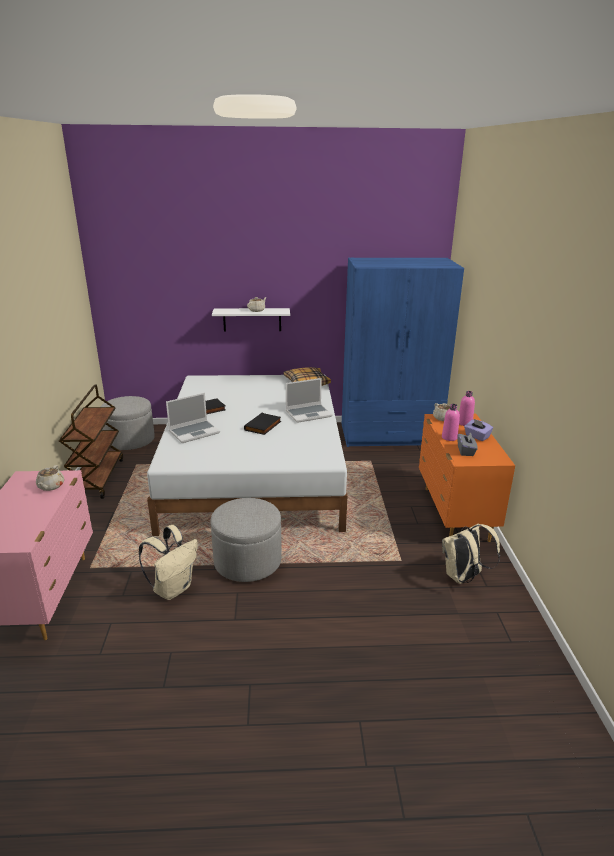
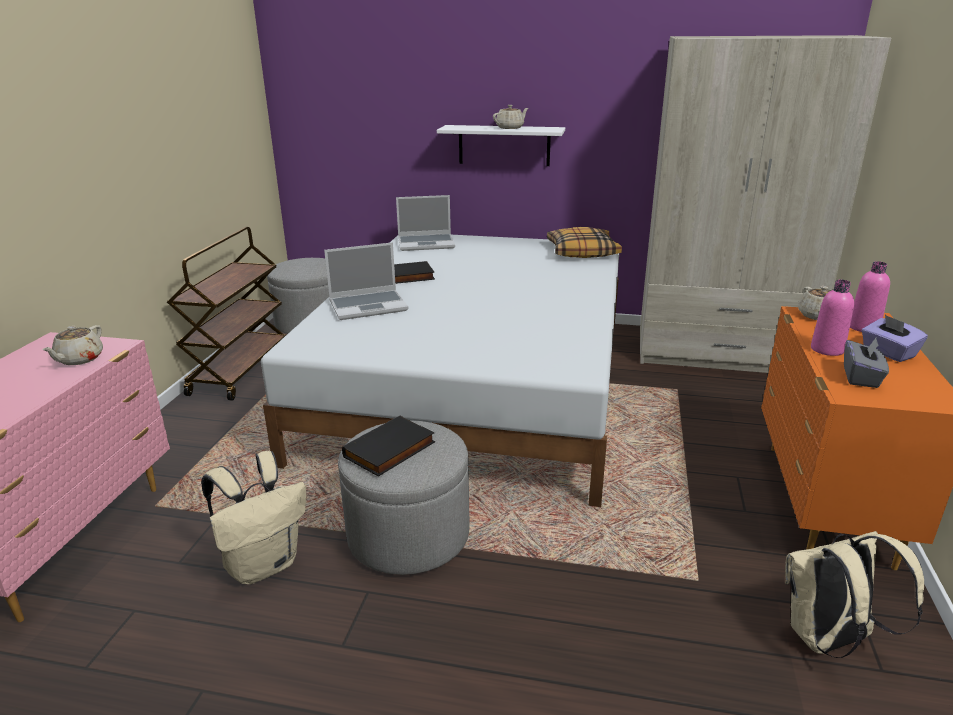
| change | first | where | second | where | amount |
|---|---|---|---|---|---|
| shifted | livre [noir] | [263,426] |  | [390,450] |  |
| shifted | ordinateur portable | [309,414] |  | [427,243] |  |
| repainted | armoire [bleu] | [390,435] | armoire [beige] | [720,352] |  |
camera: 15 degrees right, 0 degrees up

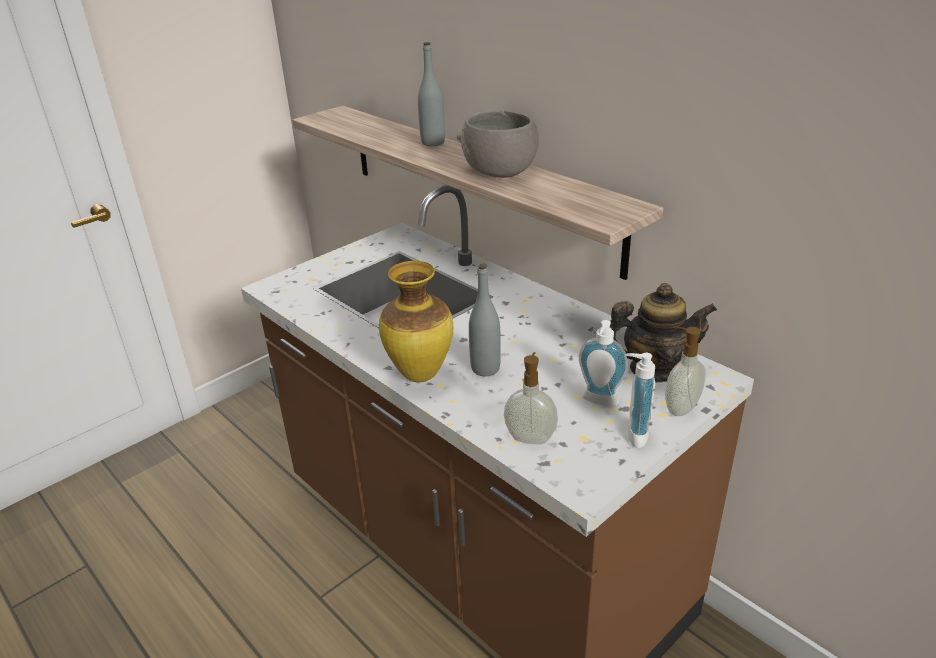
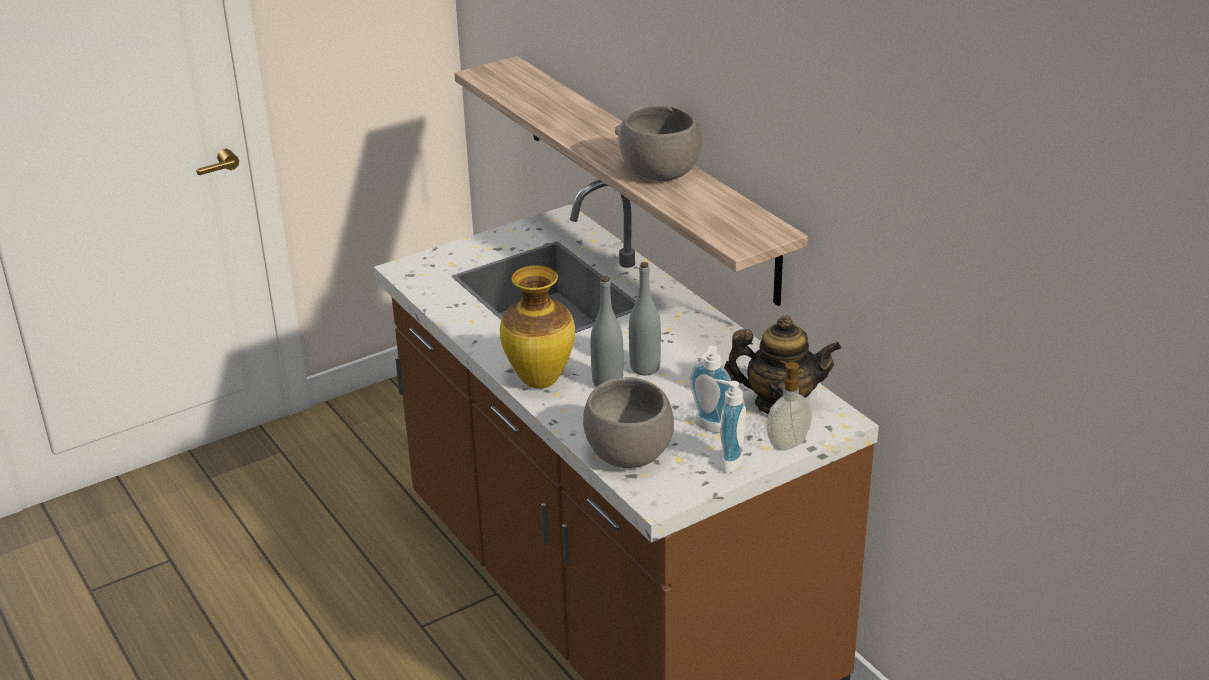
| change | first | where | second | where | amount |
|---|---|---|---|---|---|
| shifted | bouteille [gris] | [433,142] |  | [645,368] |  |
| swapped | distributeur de savon | [530,437] | bol [gris] | [627,452] |  |
camera: 10 degrees right, 0 degrees up

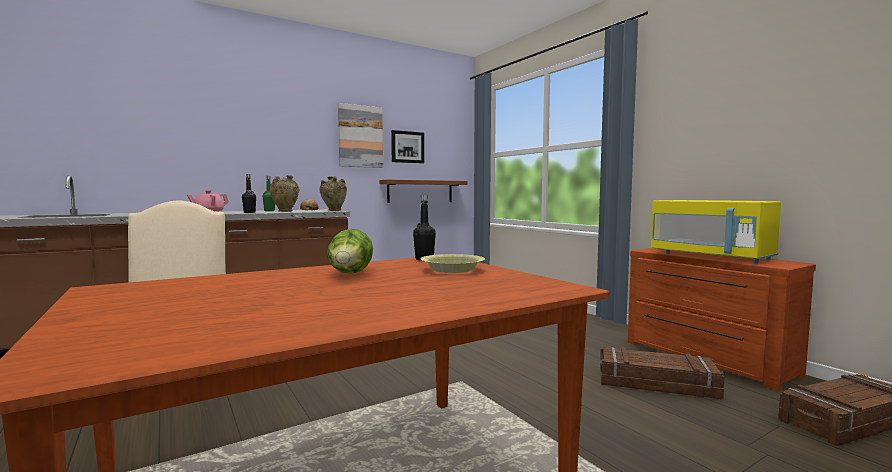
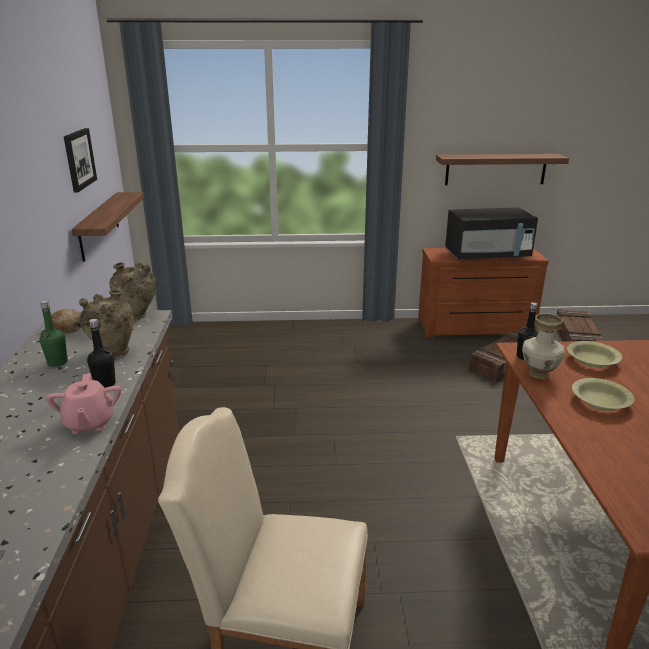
| change | first | where | second | where | amount |
|---|---|---|---|---|---|
| swapped | laitue | [350,274] | bol [jaune] | [600,401] |  |
| gone | tableau | [360,136] |  |  |  |
| repainted | micro-ondes [jaune] | [711,256] | micro-ondes [noir] | [487,255] |  |
| new |  |  | étagère | [495,169] |  |
| new |  |  | vase | [538,374] |  |
camera: 60 degrees left, 20 degrees up

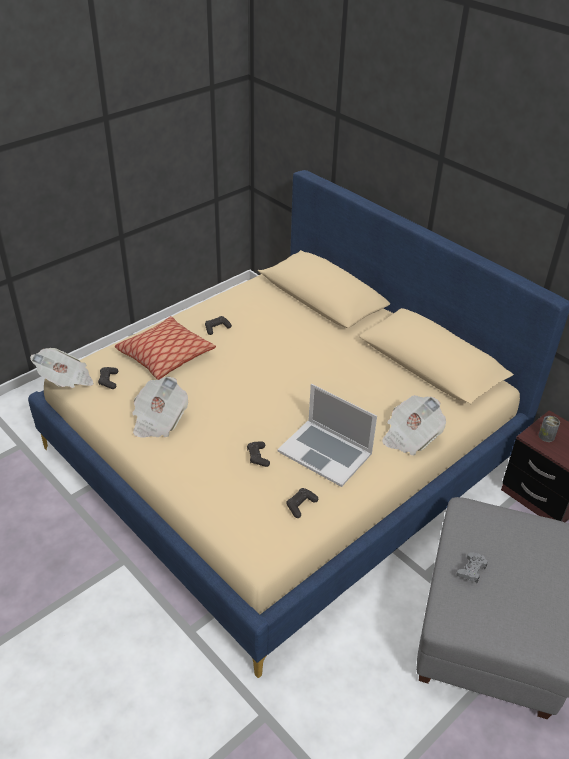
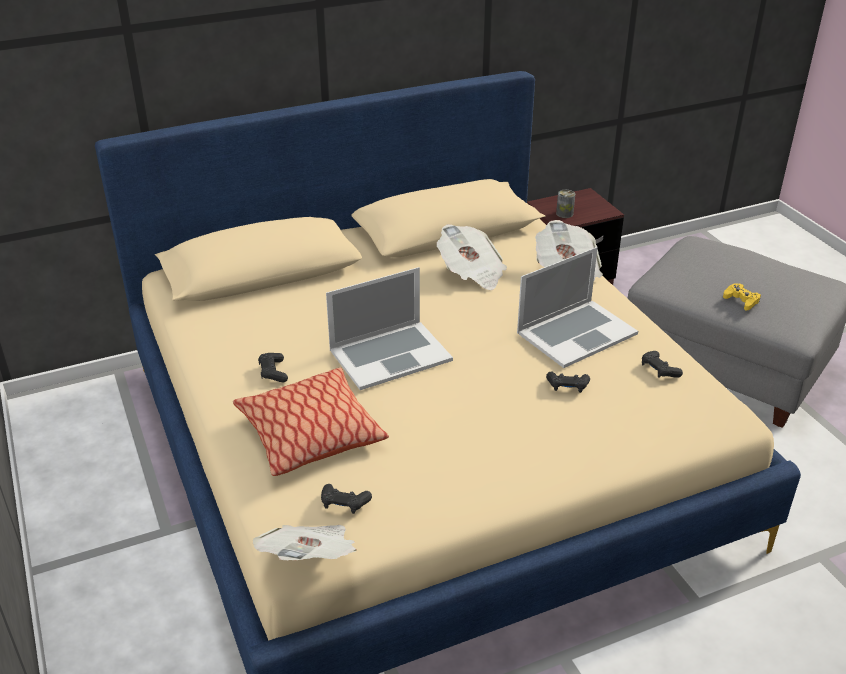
| change | first | where | second | where | amount |
|---|---|---|---|---|---|
| shifted | journal | [158,420] |  | [472,273] |  |
| repainted | manette [gris] | [471,570] | manette [jaune] | [741,300] |  |
| new |  |  | ordinateur portable | [390,354] |  |
camera: 70 degrees left, 5 degrees down

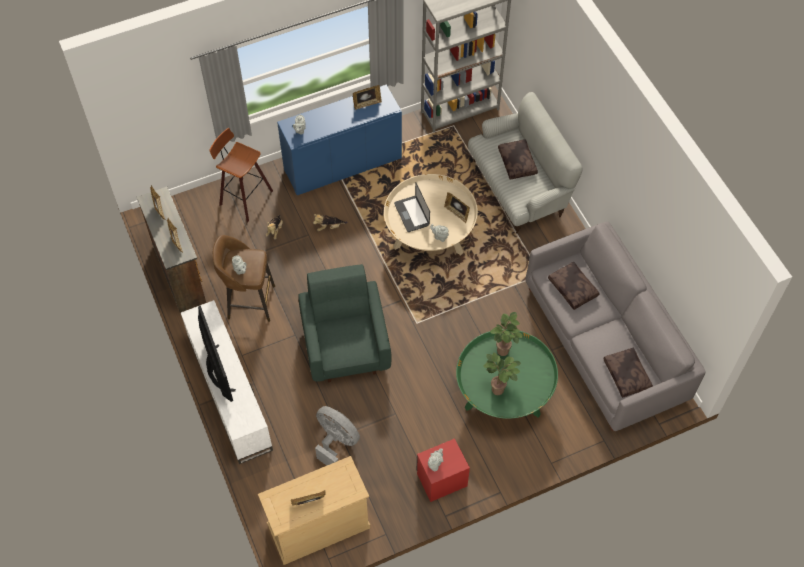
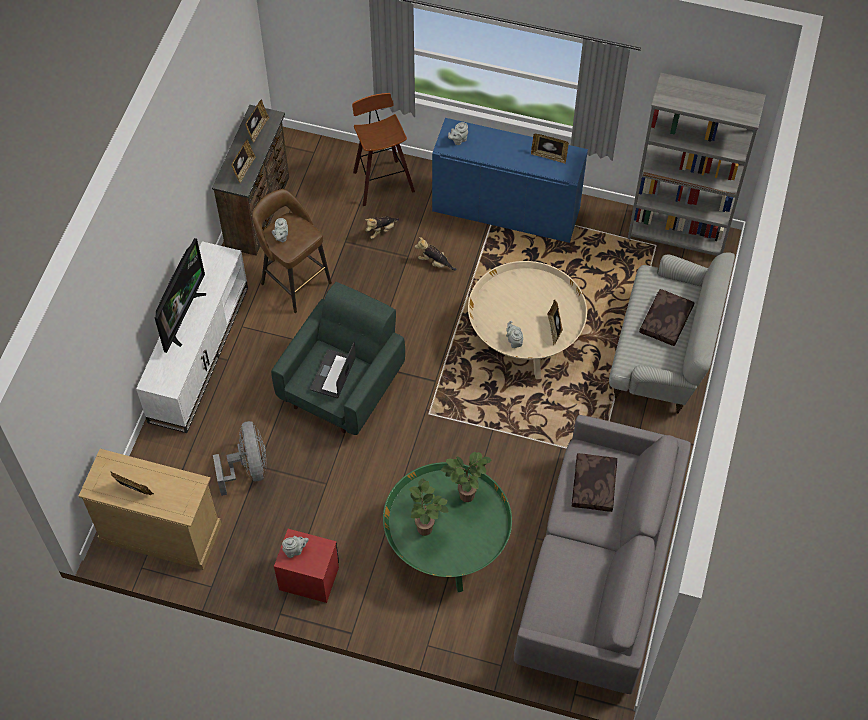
| change | first | where | second | where | amount |
|---|---|---|---|---|---|
| shifted | ordinateur portable | [411,214] |  | [333,374] |  |
| gone | coussin [marron] | [627,375] |  |  |  |
camera: 40 degrees right, 0 degrees up

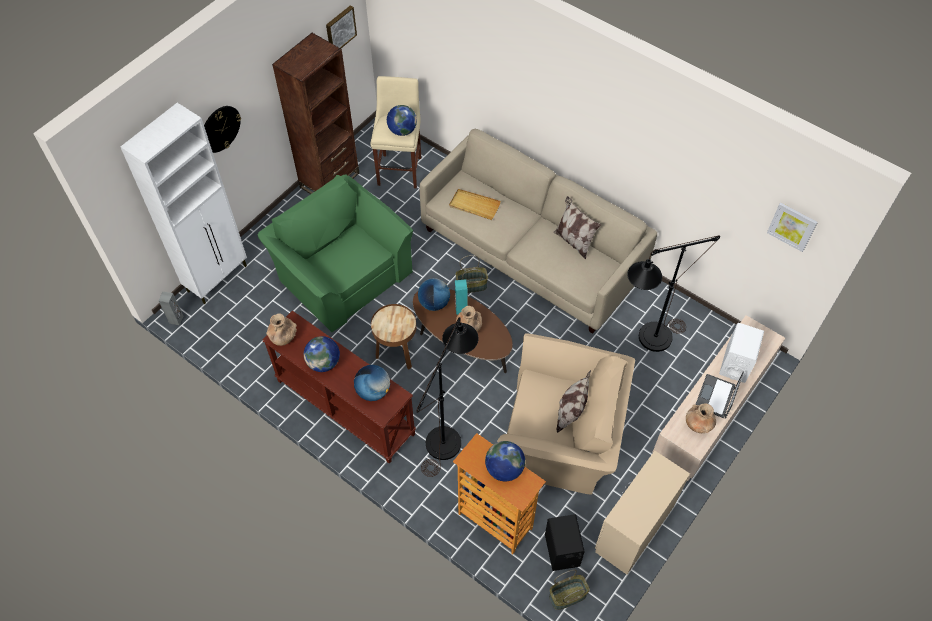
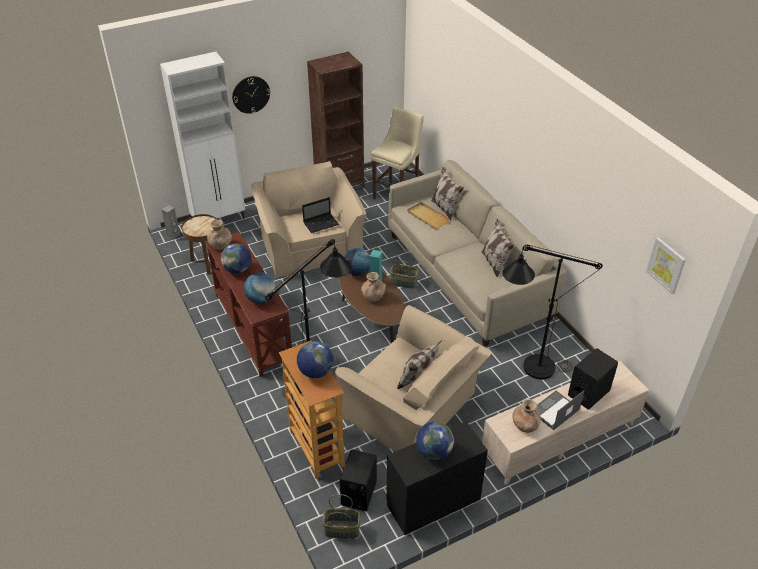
| change | first | where | second | where | amount |
|---|---|---|---|---|---|
| repainted | fauteuil [vert] | [341,272] | fauteuil [beige] | [309,243] |  |
| gone | tableau | [340,29] |  |  |  |
| shifted | table d'appoint [marron] | [397,354] |  | [207,263] |  |
| shifted | globe | [402,130] |  | [434,451] |  |
| repainted | commode [beige] | [633,528] | commode [noir] | [432,501] |  |
| repainted | enceinte [blanc] | [736,364] | enceinte [noir] | [588,393] |  |
| new |  |  | ordinateur portable | [321,223] |  |
| new |  |  | coussin | [445,208] |  |
camera: 25 degrees right, 15 degrees down

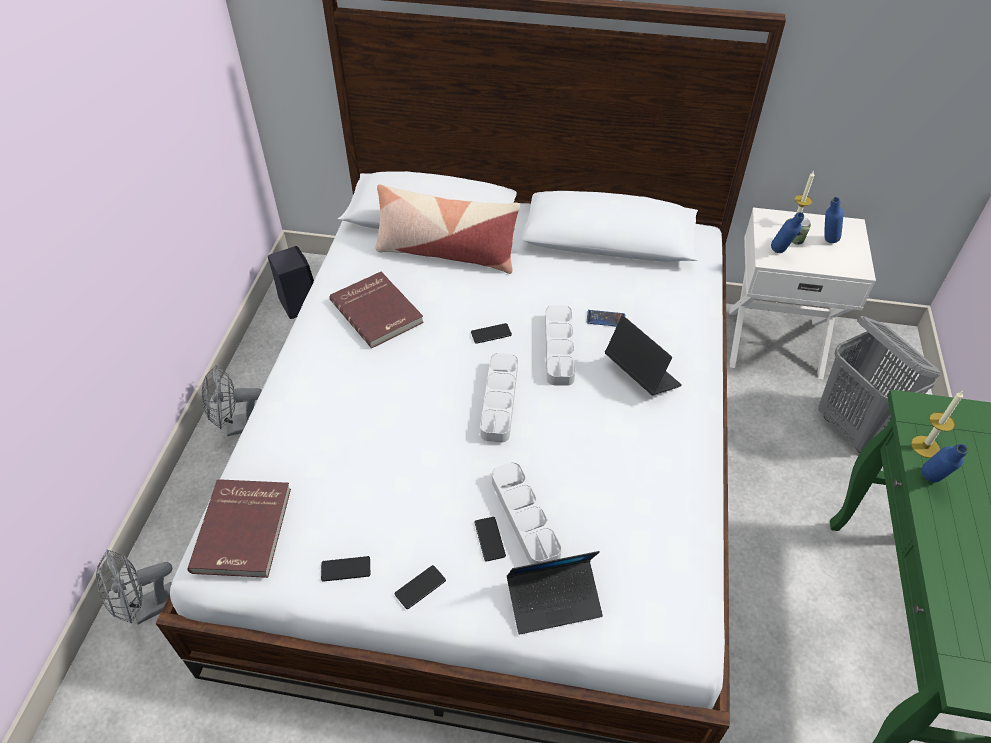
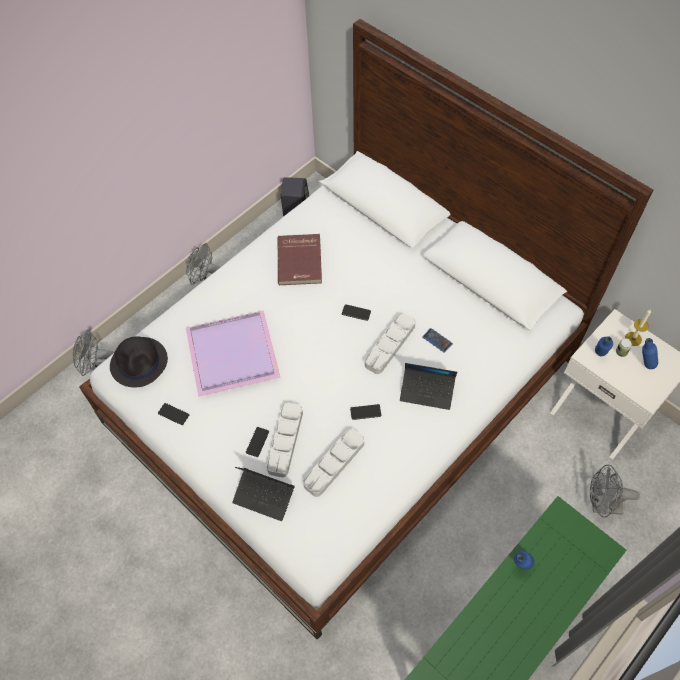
| change | first | where | second | where | amount |
|---|---|---|---|---|---|
| swapped | livre [rouge] | [244,530] | chapeau [noir] | [139,362] |  |
| gone | coussin | [446,252] |  |  |  |
| shifted | téléphone | [420,587] |  | [365,412] |  |
| shifted | plateau [gris] | [499,400] |  | [334,464] |  |
| rotated | ordinateur portable | [641,374] |  | [427,391] | 105 degrees clockwise |
| swapped | panier à linge [gris] | [852,428] | ventilateur [gris] | [601,505] |  |
| gone | bougie | [925,446] |  |  |  |
| new |  |  | plateau [violet] | [234,355] |  |
camera: 35 degrees right, 10 degrees up

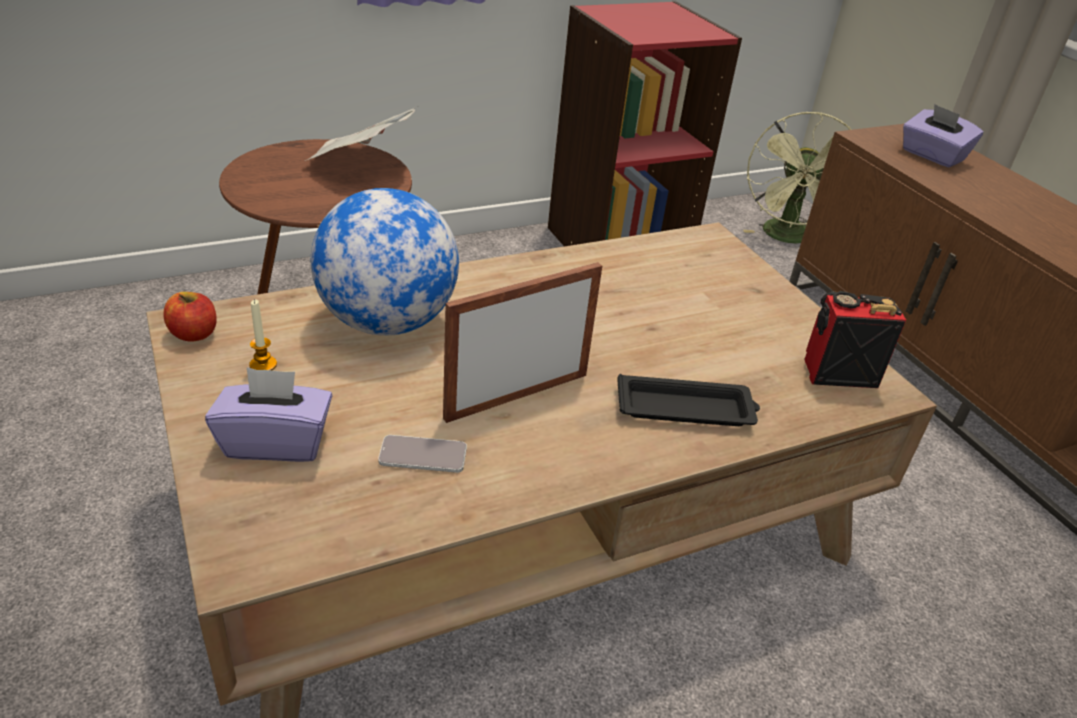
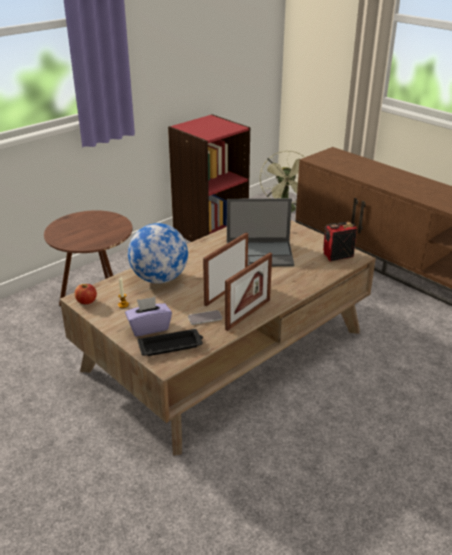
| change | first | where | second | where | amount |
|---|---|---|---|---|---|
| gone | journal | [361,163] |  |  |  |
| shifted | plateau [noir] | [687,409] |  | [171,346] |  |
| gone | boîte à mouchoirs [violet] | [932,156] |  |  |  |
| new |  |  | cadre photo | [248,314] |  |
| new |  |  | ordinateur portable | [260,254] |  |
camera: 15 degrees left, 5 degrees down

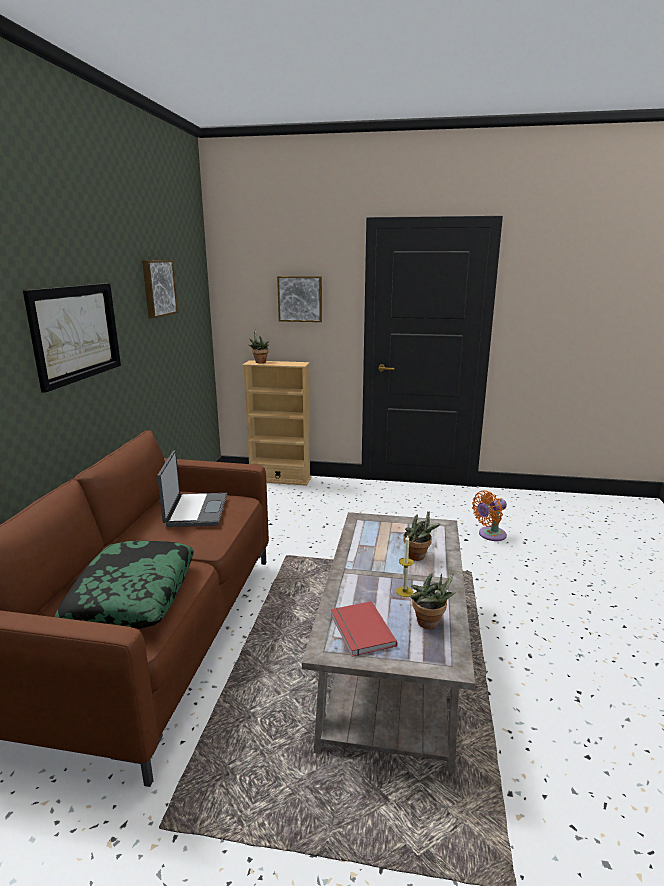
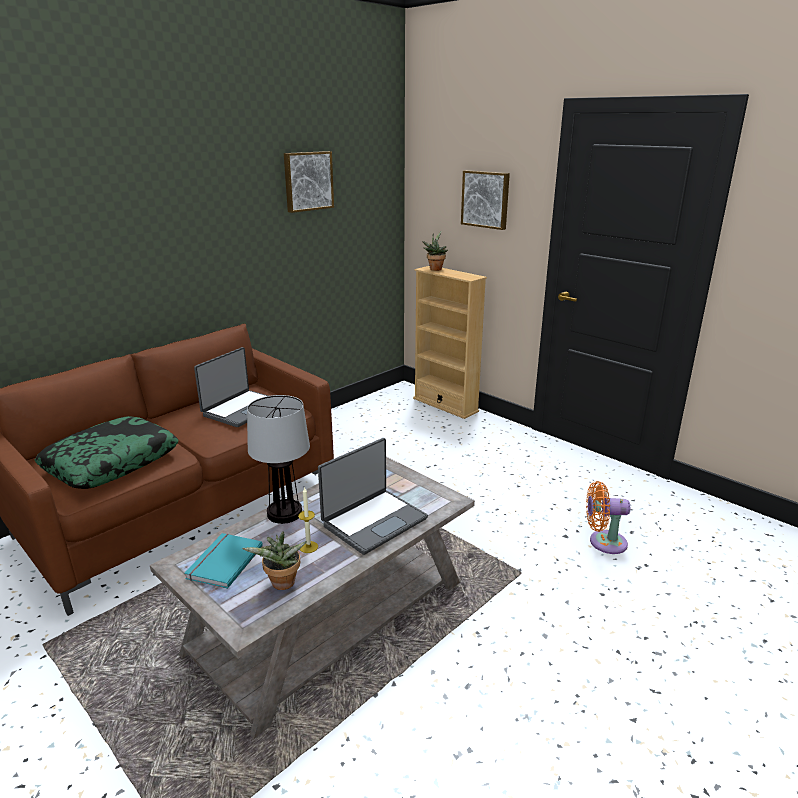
| change | first | where | second | where | amount |
|---|---|---|---|---|---|
| gone | tableau | [76,333] |  |  |  |
| repainted | livre [rouge] | [360,631] | livre [turquoise] | [223,562] |  |
| swapped | plante en pot | [419,557] | ordinateur portable | [373,521] |  |
| new |  |  | lampe de table | [285,513] |  |
camera: 35 degrees right, 5 degrees up

